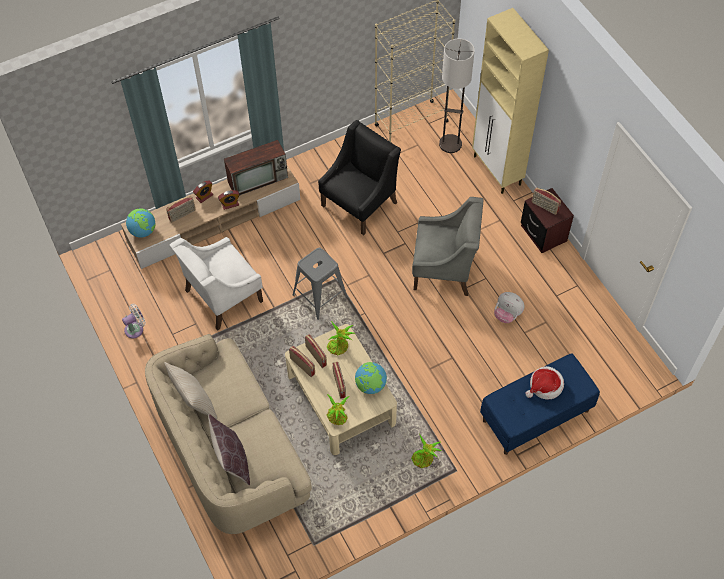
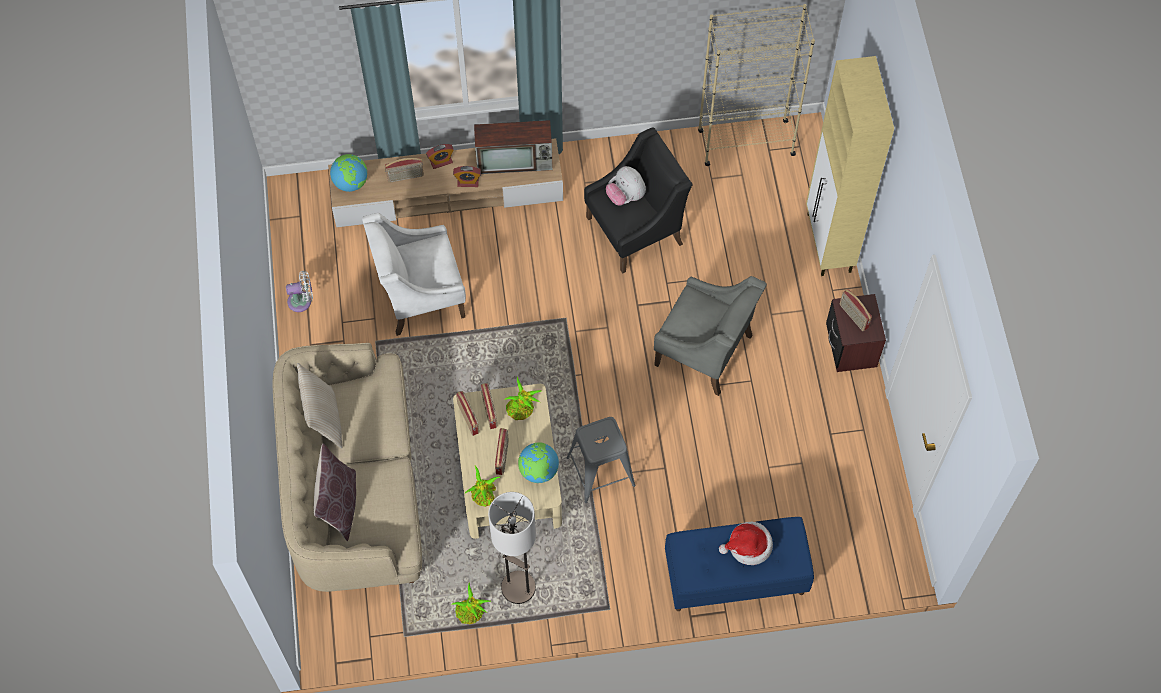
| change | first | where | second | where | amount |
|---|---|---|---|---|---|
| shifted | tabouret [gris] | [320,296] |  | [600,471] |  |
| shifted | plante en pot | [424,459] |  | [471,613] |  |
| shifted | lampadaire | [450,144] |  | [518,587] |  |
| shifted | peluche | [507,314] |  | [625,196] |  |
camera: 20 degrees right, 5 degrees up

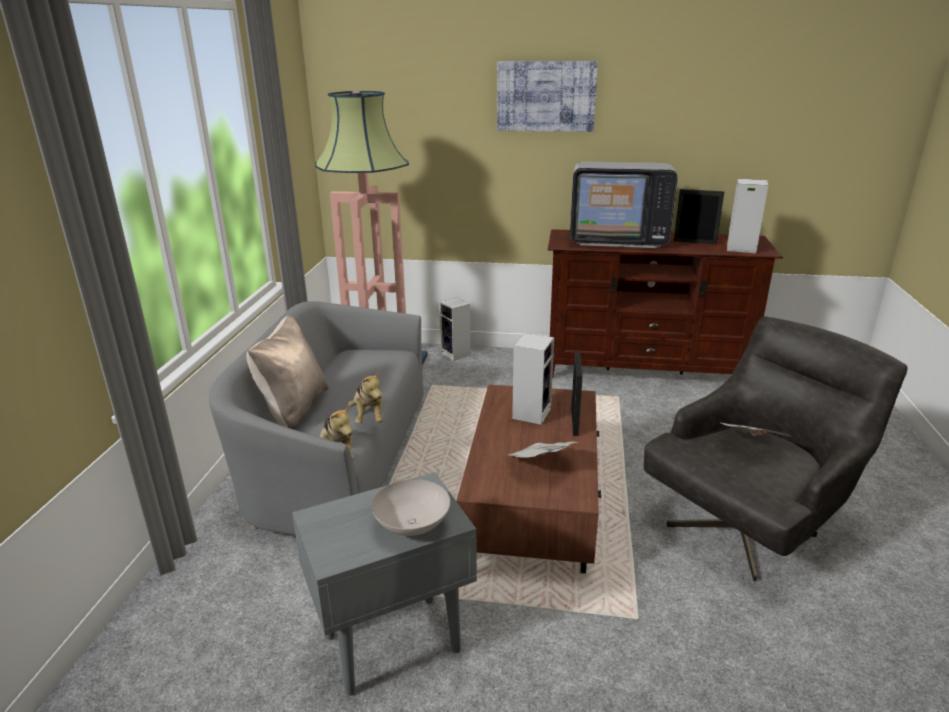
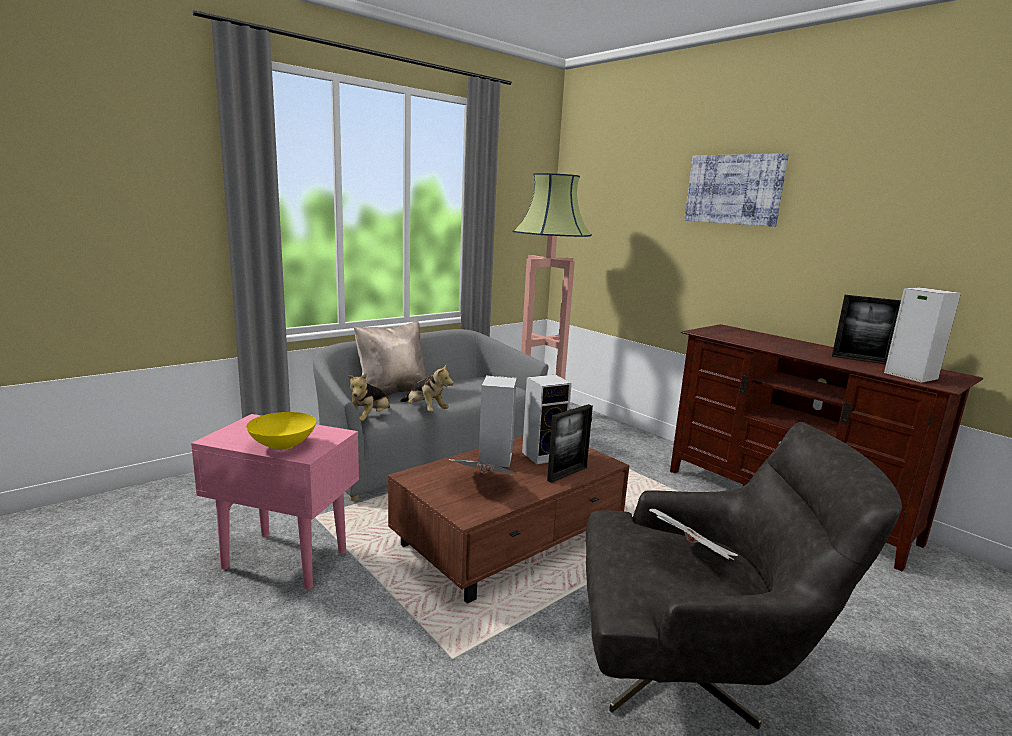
| change | first | where | second | where | amount |
|---|---|---|---|---|---|
| repainted | table d'appoint [gris] | [391,644] | table d'appoint [rose] | [284,559] |  |
| rotated | peluche | [369,416] |  | [425,410] | 75 degrees counterclockwise |
| repainted | bol [blanc] | [411,526] | bol [jaune] | [283,445] |  |
| shifted | enceinte | [456,354] |  | [496,459] |  |
| gone | téléviseur | [618,239] |  |  |  |
| rotated | cadre photo | [694,242] |  | [860,360] | 150 degrees clockwise |
camera: 40 degrees right, 10 degrees down

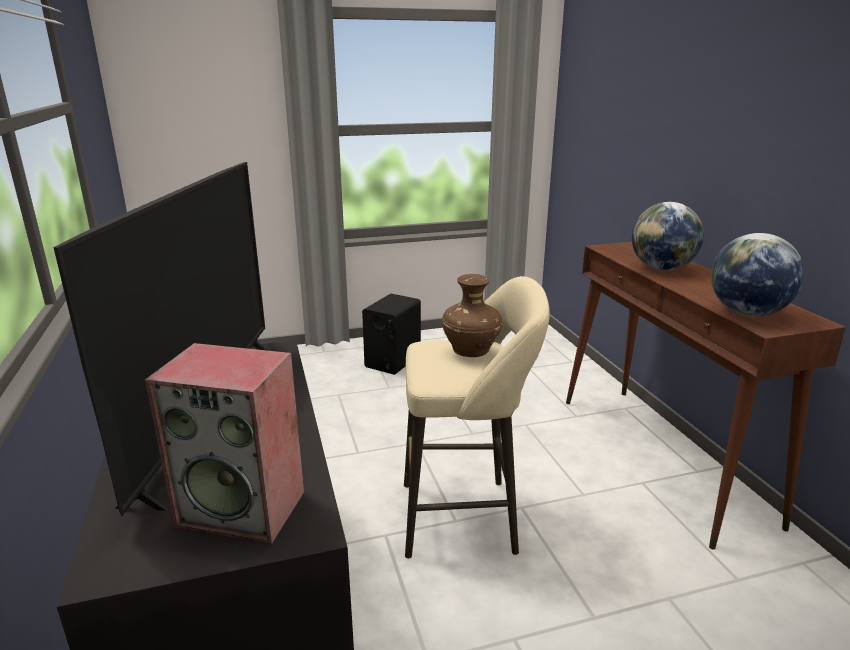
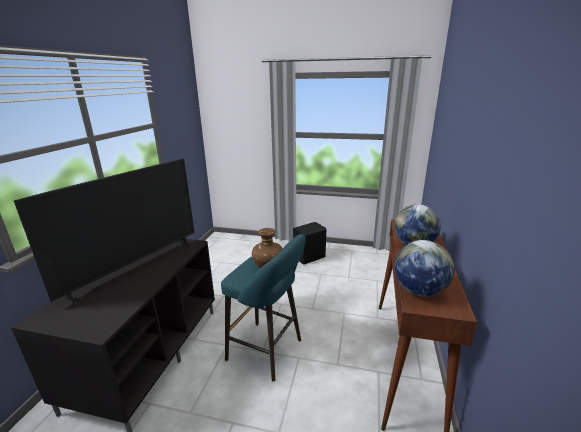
| change | first | where | second | where | amount |
|---|---|---|---|---|---|
| gone | enceinte | [244,508] |  |  |  |
| repainted | tabouret [beige] | [466,516] | tabouret [turquoise] | [268,351] |  |
camera: 30 degrees right, 0 degrees up

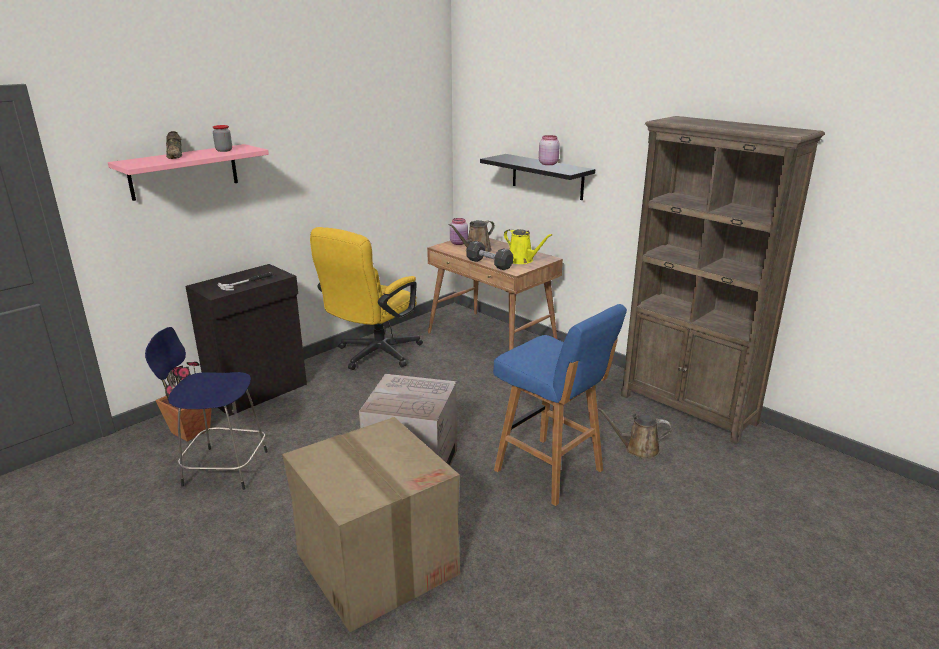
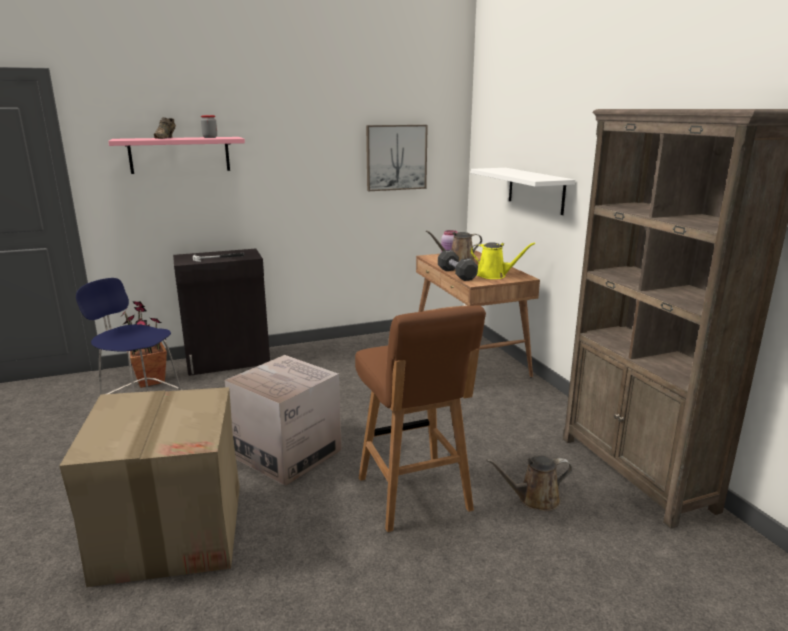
| change | first | where | second | where | amount |
|---|---|---|---|---|---|
| gone | chaise de bureau [jaune] | [373,355] |  |  |  |
| repainted | étagère [noir] | [547,176] | étagère [blanc] | [536,190] |  |
| repainted | tabouret [bleu] | [550,471] | tabouret [marron] | [414,495] |  |
| rotated | arrosoir [jaune] | [522,260] |  | [494,275] | 45 degrees counterclockwise |
| gone | bocal [rose] | [548,164] |  |  |  |
| rotated | arrosoir [marron] | [638,449] |  | [534,499] | 45 degrees counterclockwise |
| new |  |  | tableau | [396,157] |  |
camera: 25 degrees right, 5 degrees down

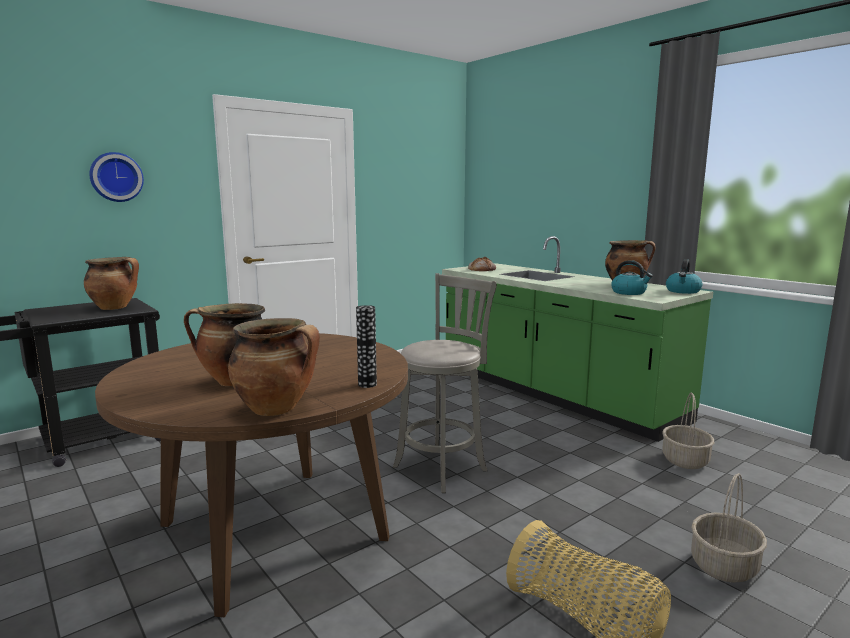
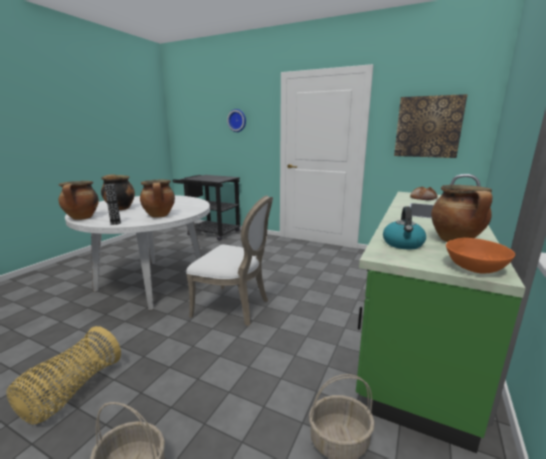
| change | first | where | second | where | amount |
|---|---|---|---|---|---|
| shifted | marmite | [115,308] |  | [160,216] |  |
| repainted | table à manger [marron] | [273,531] | table à manger [blanc] | [152,282] |  |
| swapped | tabouret [gris] | [443,467] | chaise [blanc] | [235,307] |  |
| swapped | bouilloire | [683,291] | bol [orange] | [475,268] |  |
| new |  |  | tableau | [428,127] |  |
camera: 65 degrees right, 5 degrees up

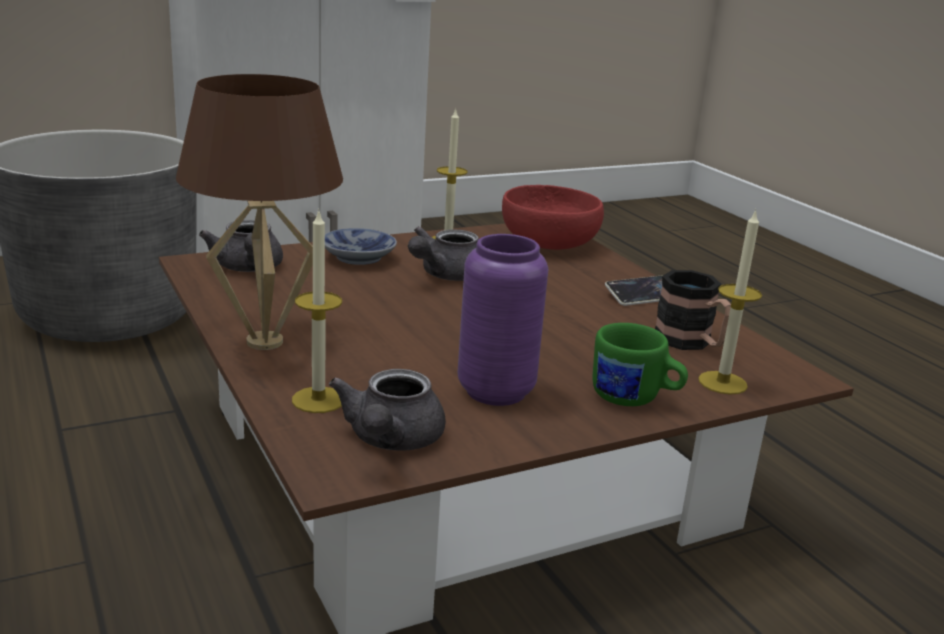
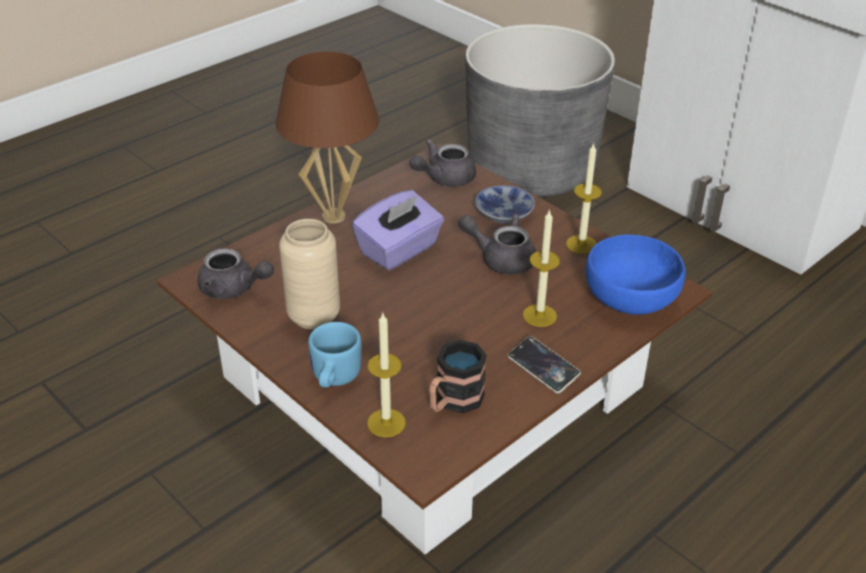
| change | first | where | second | where | amount |
|---|---|---|---|---|---|
| shifted | bougie | [318,400] |  | [539,315] |  |
| rotated | théière [gris] | [390,440] |  | [233,289] | 150 degrees counterclockwise |
| repainted | vase [violet] | [495,391] | vase [beige] | [313,316] |  |
| repainted | bol [rouge] | [548,243] | bol [bleu] | [629,297] |  |
| repainted | mug [vert] | [634,399] | mug [bleu] | [333,379] |  |
| new |  |  | boîte à mouchoirs [violet] | [399,250] |  |
camera: 75 degrees right, 15 degrees up

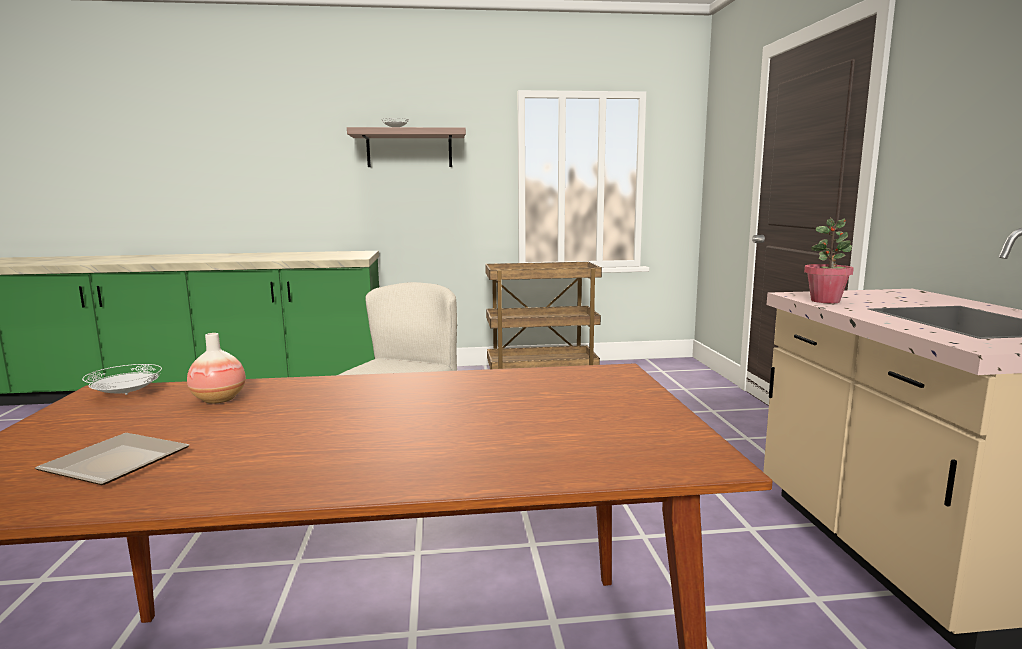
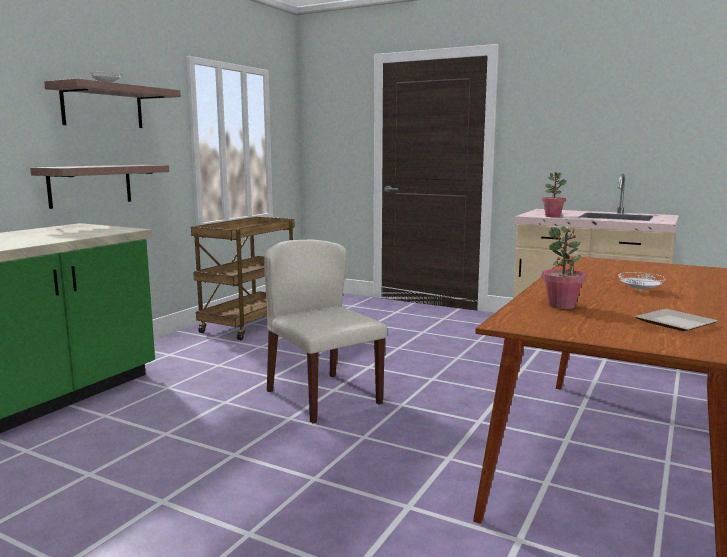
| change | first | where | second | where | amount |
|---|---|---|---|---|---|
| shifted | assiette [blanc] | [126,394] |  | [640,290] |  |
| swapped | vase | [219,399] | plante en pot | [561,306] |  |
| new |  |  | étagère | [90,185] |  |
camera: 55 degrees left, 0 degrees up

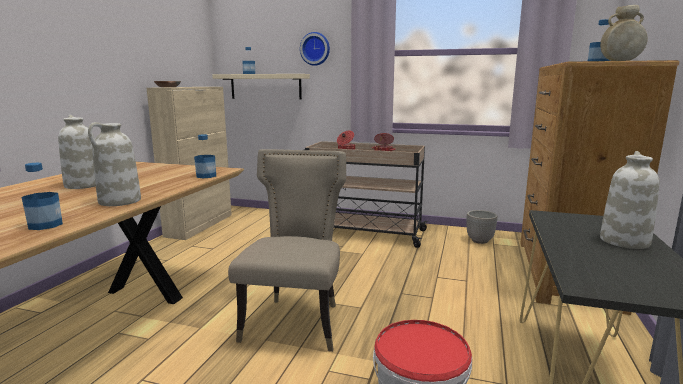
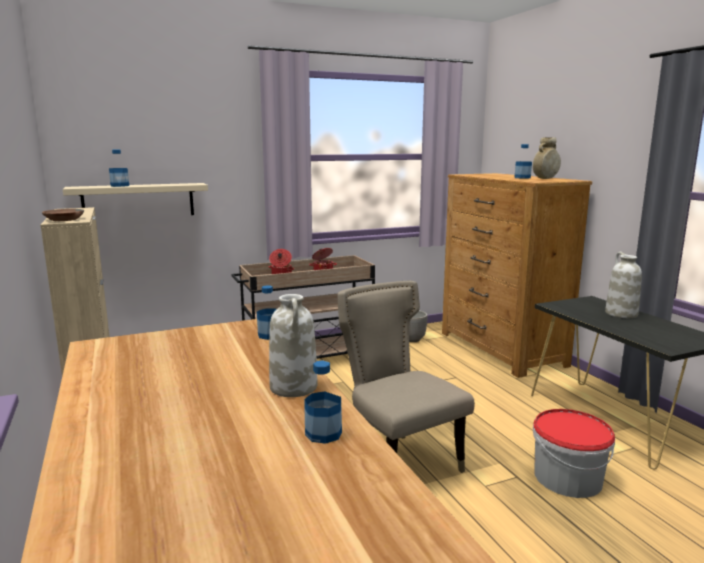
| change | first | where | second | where | amount |
|---|---|---|---|---|---|
| gone | vase [blanc] | [83,185] |  |  |  |
| gone | horloge murale | [315,49] |  |  |  |
camera: 40 degrees left, 0 degrees up

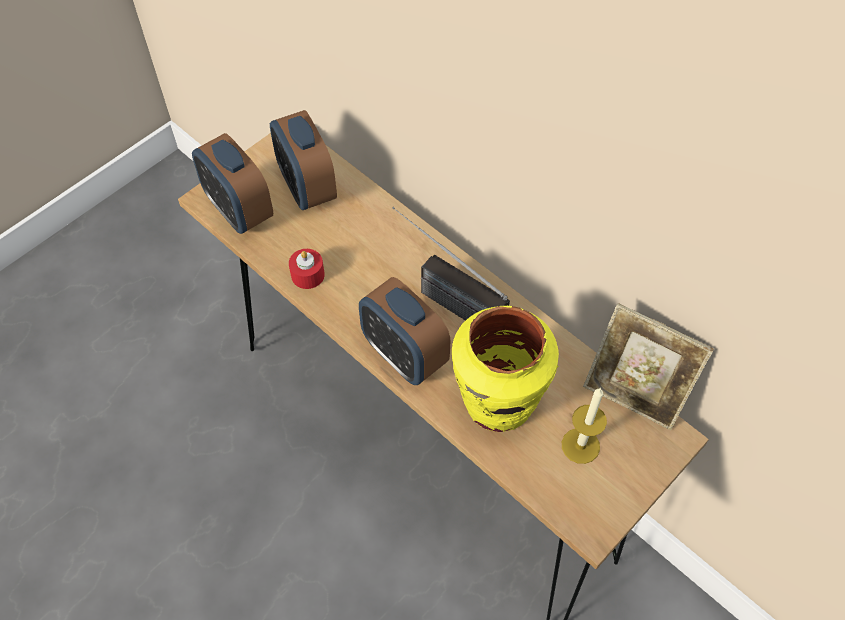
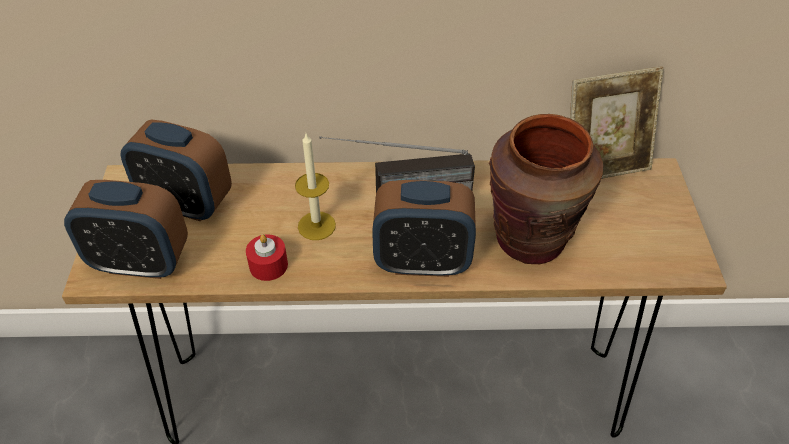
| change | first | where | second | where | amount |
|---|---|---|---|---|---|
| repainted | vase [jaune] | [497,403] | vase [marron] | [530,240] |  |
| shifted | bougie | [580,445] |  | [316,226] |  |
camera: 45 degrees left, 10 degrees down

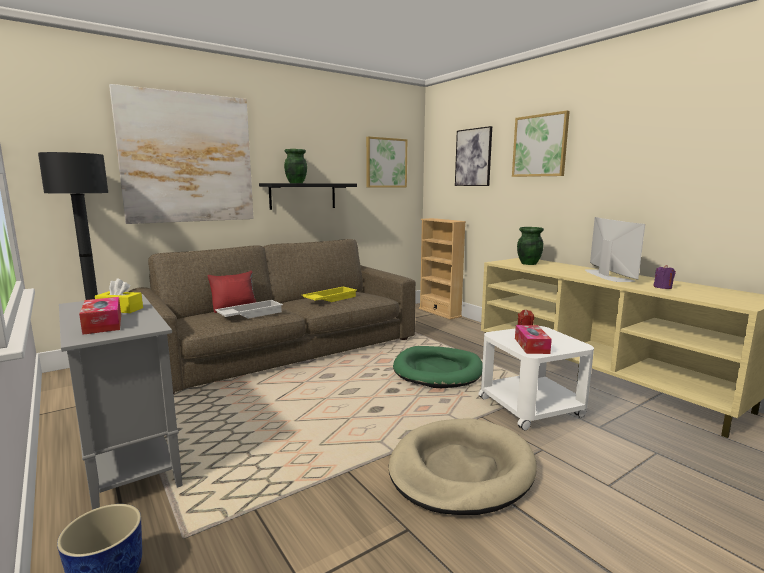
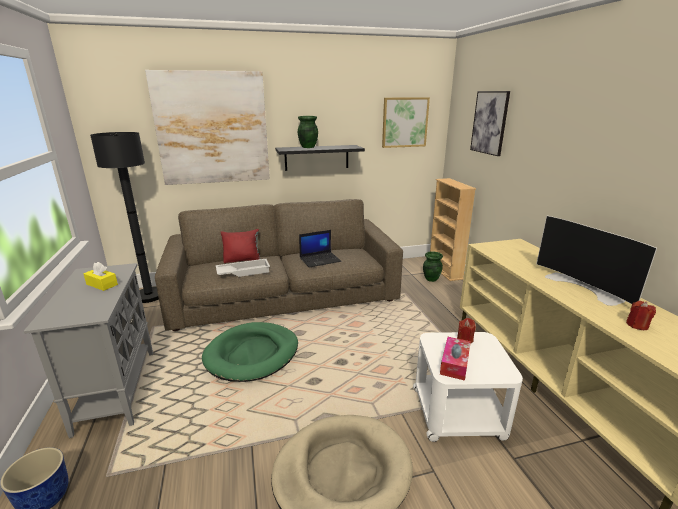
| change | first | where | second | where | amount |
|---|---|---|---|---|---|
| gone | boîte à mouchoirs | [103,324] |  |  |  |
| swapped | plateau [jaune] | [330,299] | ordinateur portable | [320,259] |  |
| shifted | panier pour chien [vert] | [438,370] |  | [252,354] |  |
| gone | tableau | [540,146] |  |  |  |
| shifted | vase [vert] | [528,263] |  | [431,279] |  |
| rotated | téléviseur | [604,275] |  | [585,287] | 135 degrees clockwise |
| repainted | bougie [violet] | [662,287] | bougie [rouge] | [637,325] |  |
camera: 20 degrees right, 10 degrees up

